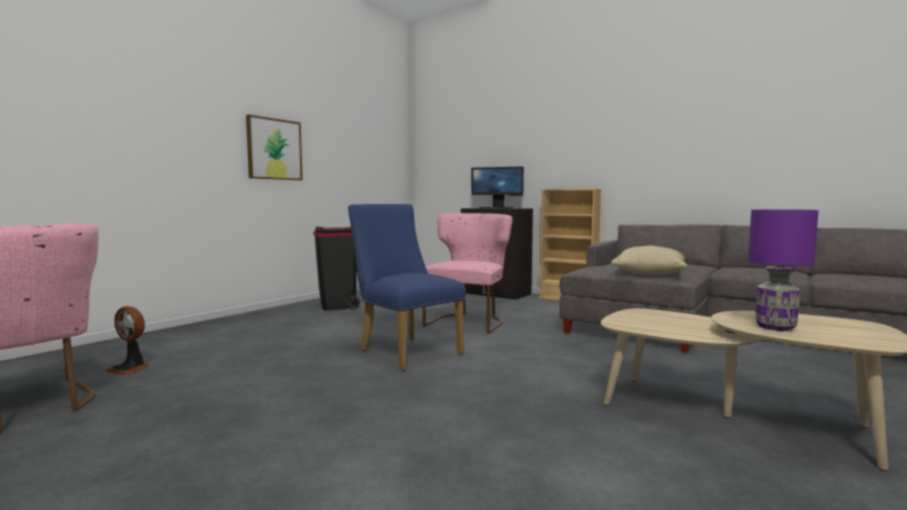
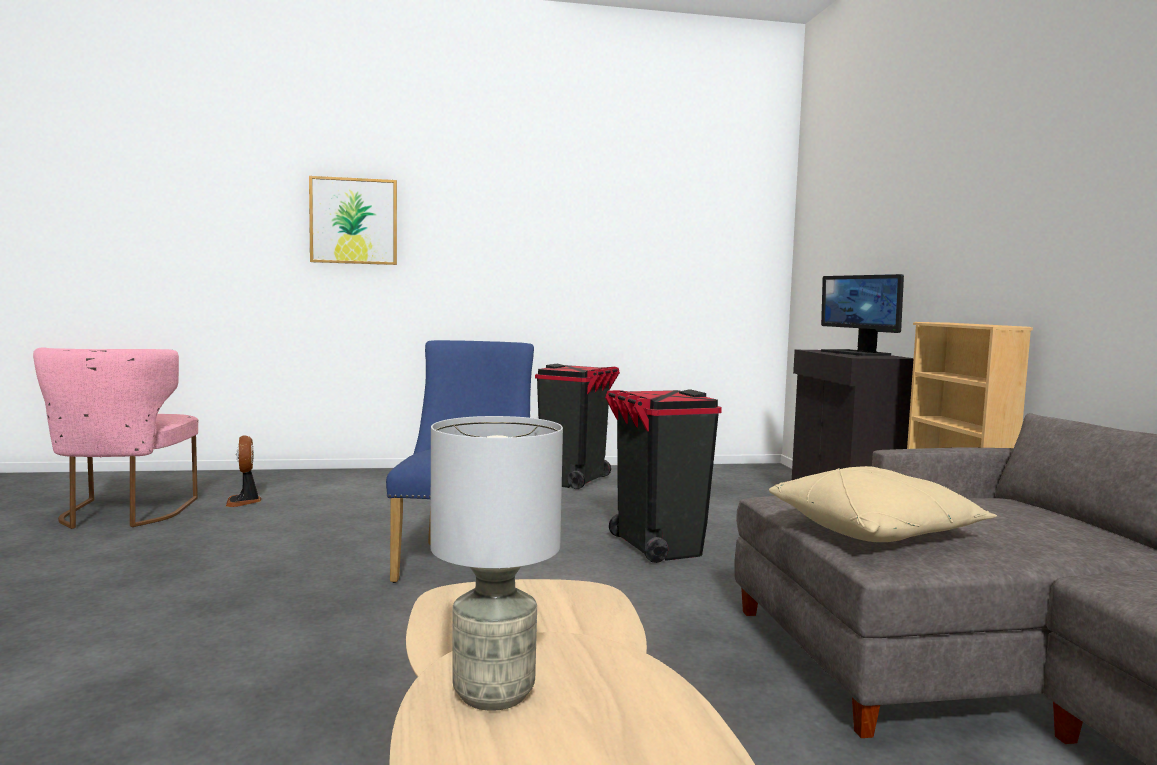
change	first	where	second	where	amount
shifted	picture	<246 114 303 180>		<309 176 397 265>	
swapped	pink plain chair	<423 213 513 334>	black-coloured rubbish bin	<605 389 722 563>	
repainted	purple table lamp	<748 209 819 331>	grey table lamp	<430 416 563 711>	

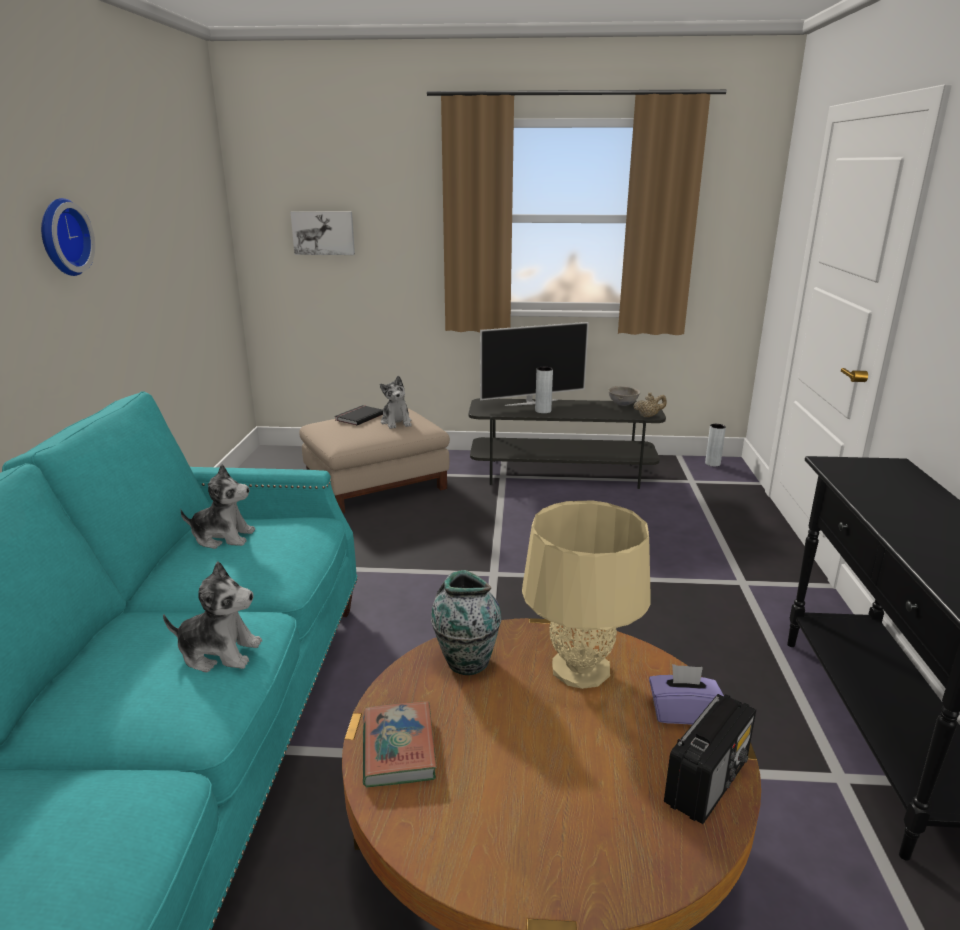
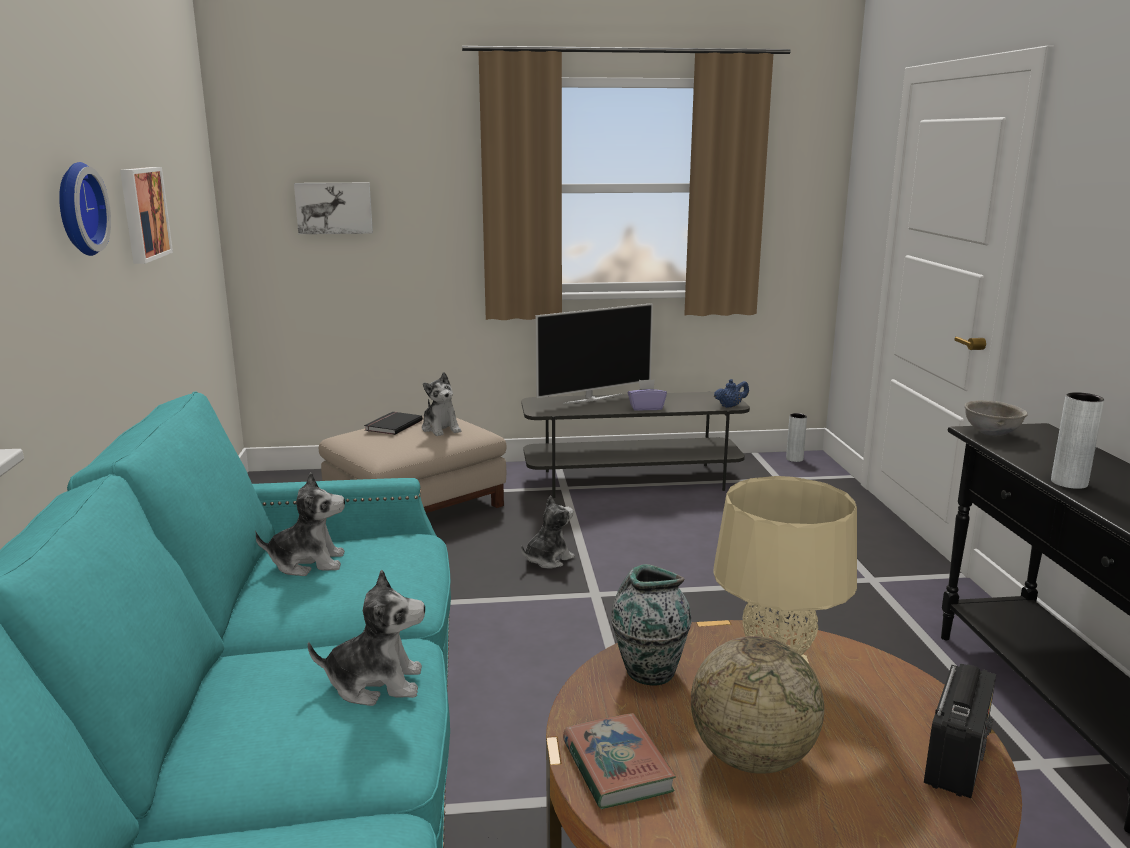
change	first	where	second	where	amount
shifted	grey vase	<535 367 553 414>		<1051 392 1104 489>	
shifted	grey deep dish	<608 386 640 406>		<964 400 1028 436>	
repainted	sand-coloured teapot	<633 392 667 417>	blue-coloured teapot	<714 379 749 408>	
shifted	purple tissue box	<649 664 724 725>		<628 380 667 411>	
new			picture	<120 167 173 264>	
new			cuddly toy	<521 495 575 569>	
new			world globe	<691 636 824 774>	

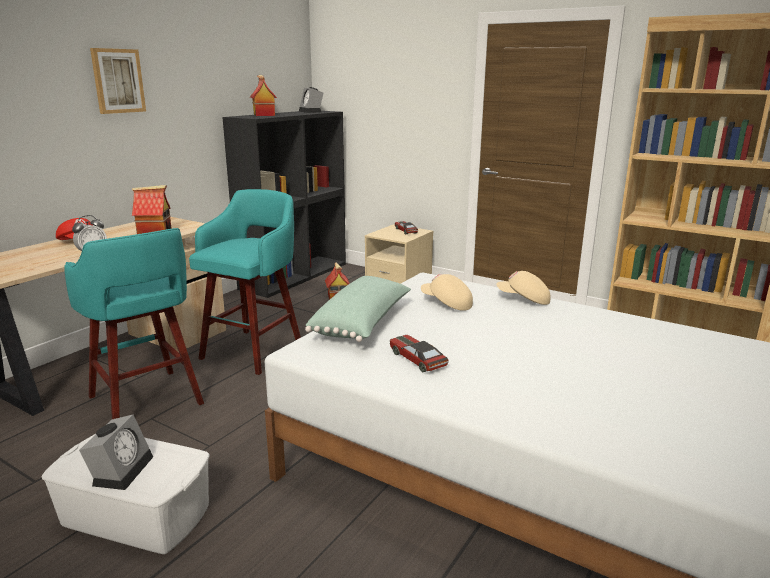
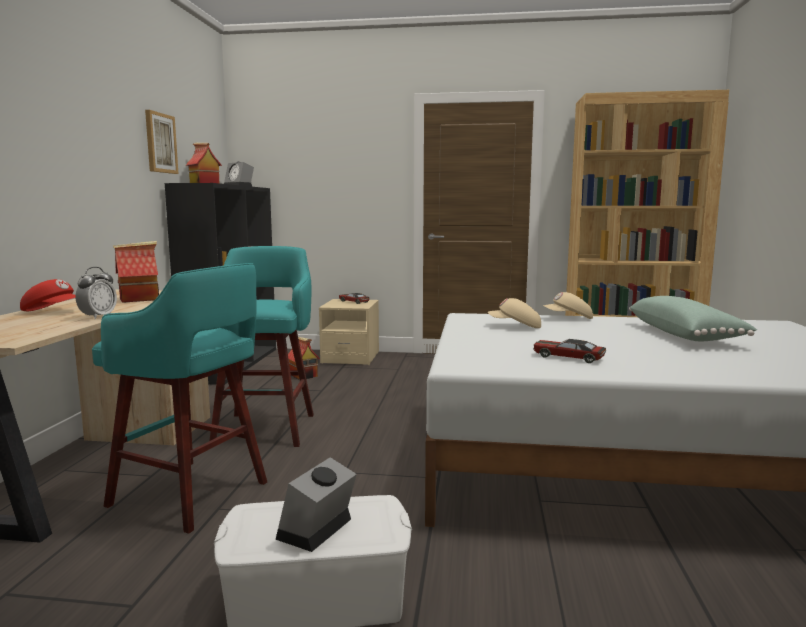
change	first	where	second	where	amount
rotated	table clock	<79 415 153 490>		<276 457 357 552>	135 degrees counterclockwise
shifted	picture	<90 48 146 114>		<145 110 178 174>	
shifted	greenish pillow	<305 276 411 342>		<629 296 757 341>	

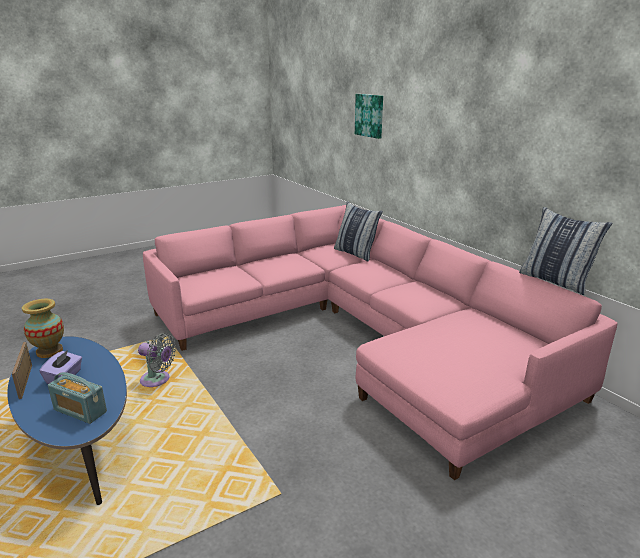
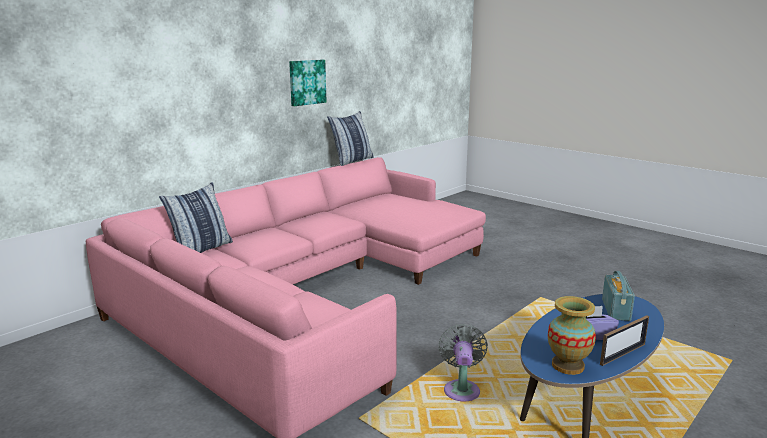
change	first	where	second	where	amount
shifted	picture	<355 94 383 139>		<289 60 327 106>	

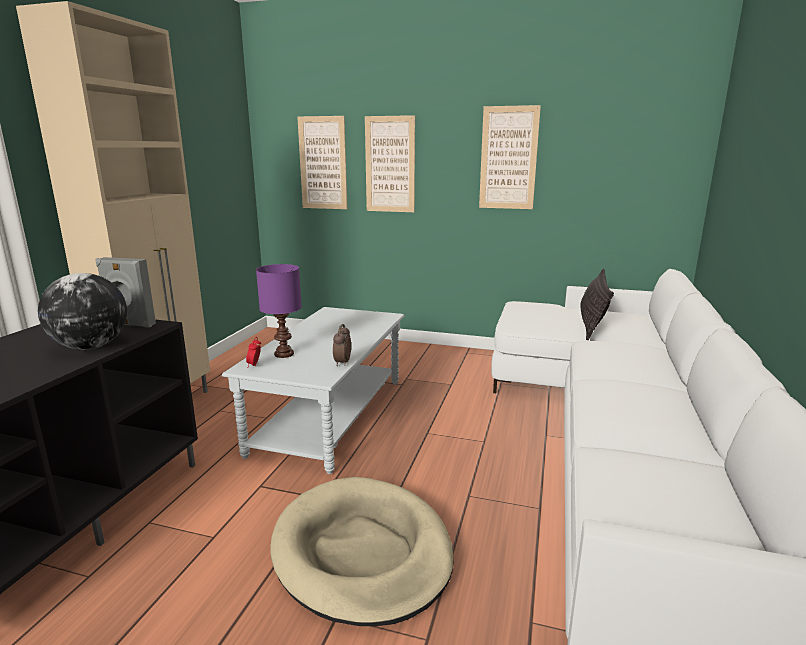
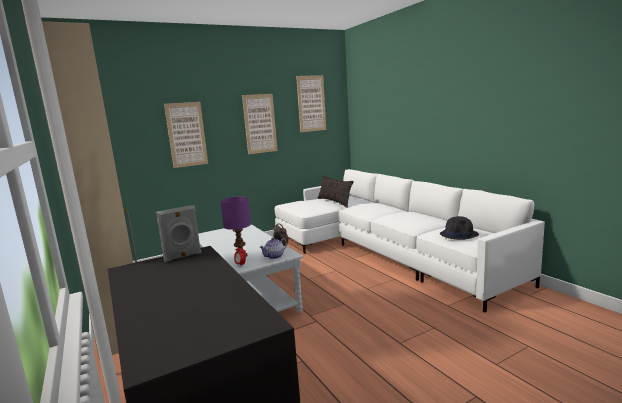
change	first	where	second	where	amount
gone	world globe	<38 273 127 350>			
gone	sand-coloured pet bed	<270 477 454 626>			
shifted	picture	<297 116 348 209>		<296 75 326 132>	
new			teapot	<259 238 287 259>	
new			black-coloured clothing hat	<440 216 479 240>	

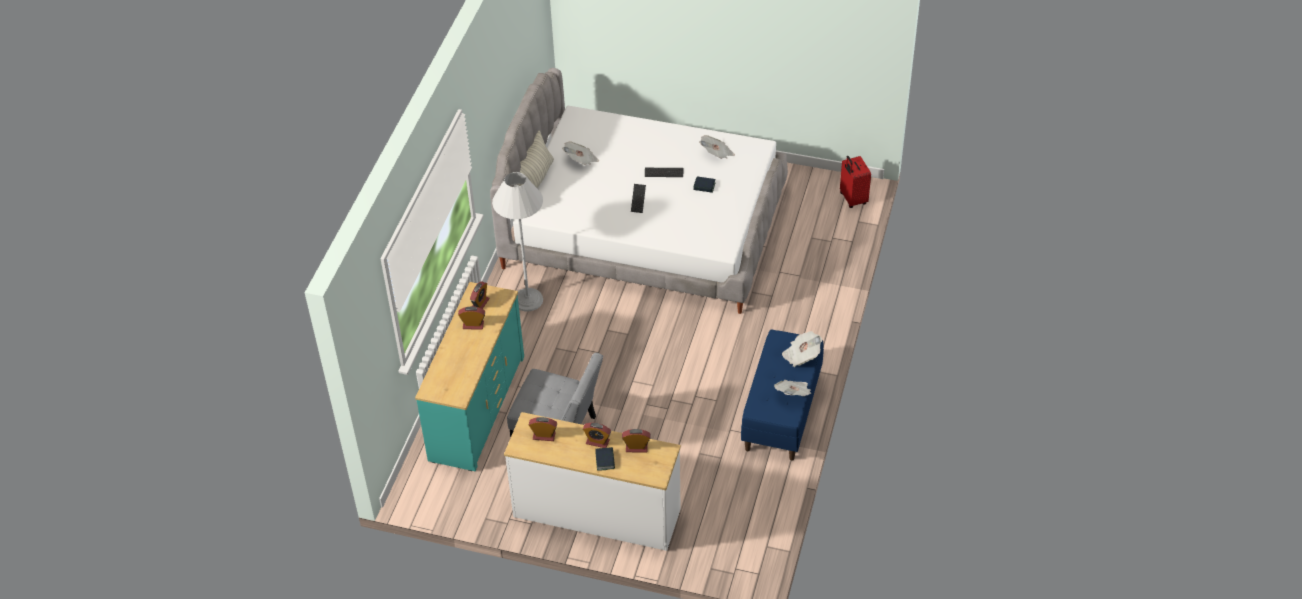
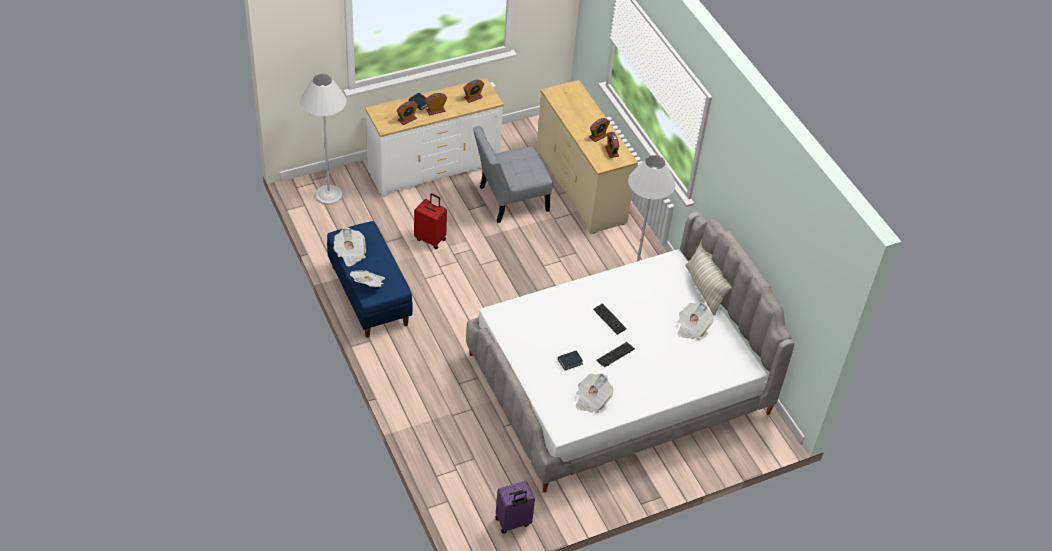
change	first	where	second	where	amount
repainted	turquoise drawer chest	<415 282 524 471>	sand-coloured drawer chest	<536 80 638 234>	
shifted	red-coloured travel case	<840 156 871 208>		<414 193 447 249>	
new			whitish floor lamp	<300 74 346 205>	
new			purple travel case	<495 481 535 534>	

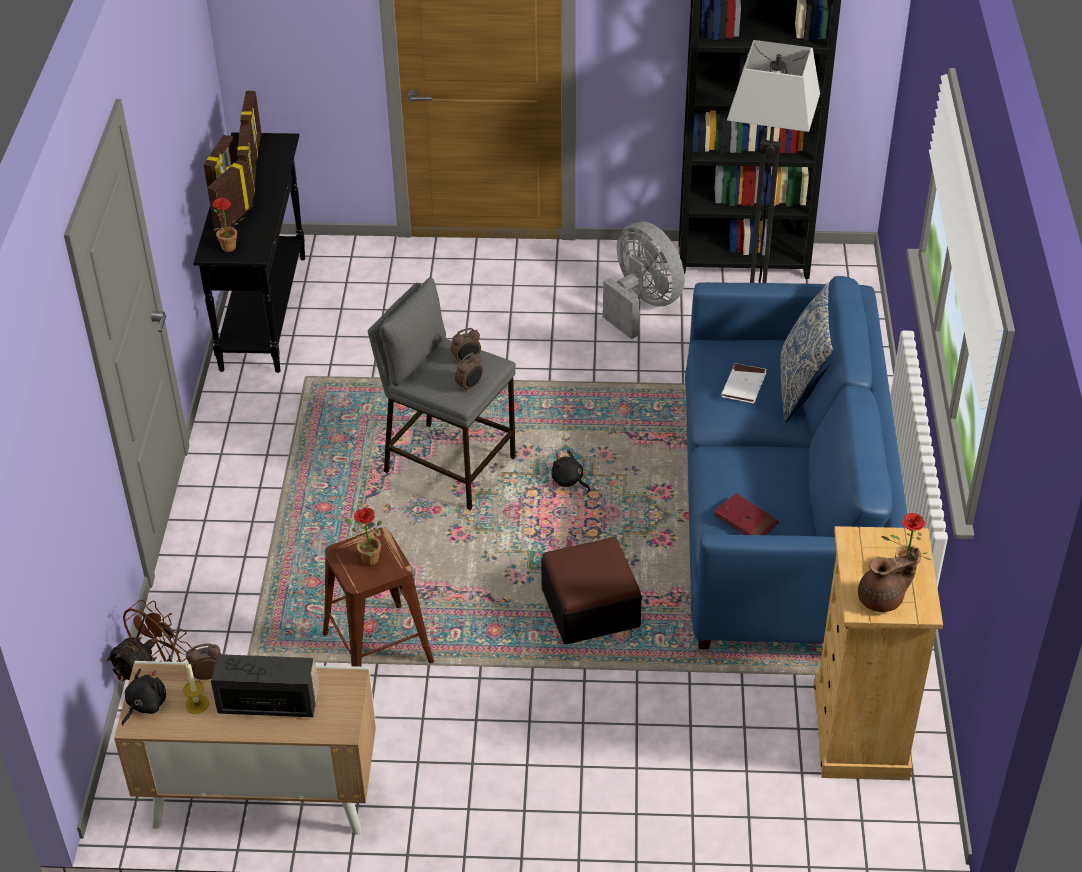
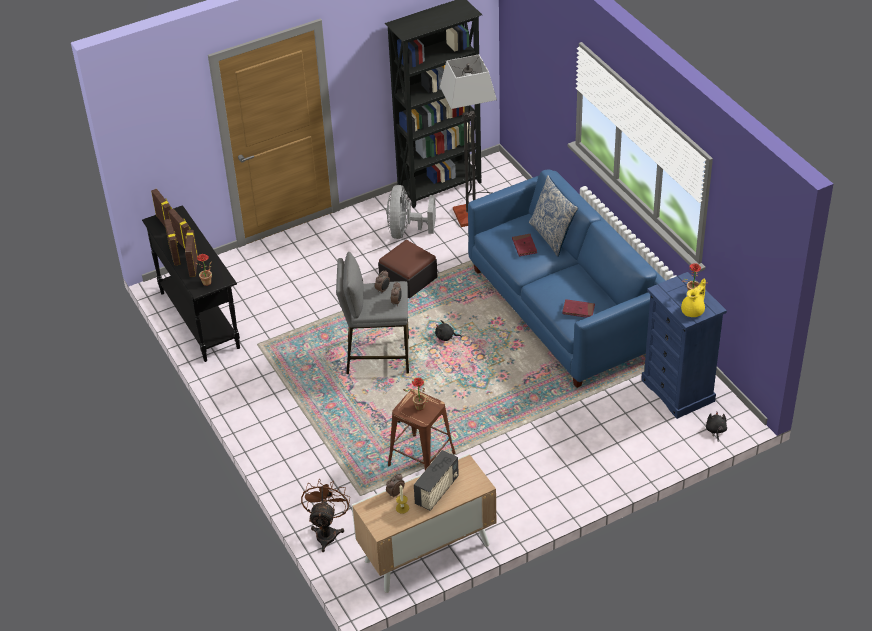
change	first	where	second	where	amount
shifted	black-coloured cuddly toy	<122 668 166 726>		<706 411 727 441>	
rotated	radio receiver	<211 654 319 717>		<414 450 459 511>	150 degrees clockwise
shifted	footrest	<541 537 642 644>		<378 240 437 298>	
rotated	grey electric fan	<603 221 685 339>		<386 185 436 239>	105 degrees counterclockwise
repainted	whitish book	<721 363 767 404>	red-coloured book	<512 234 537 256>	
repainted	sand-coloured drawer chest	<814 526 943 780>	blue-coloured drawer chest	<641 272 727 419>	
repainted	brownish teapot	<858 548 919 612>	yellow-coloured teapot	<681 279 706 317>	

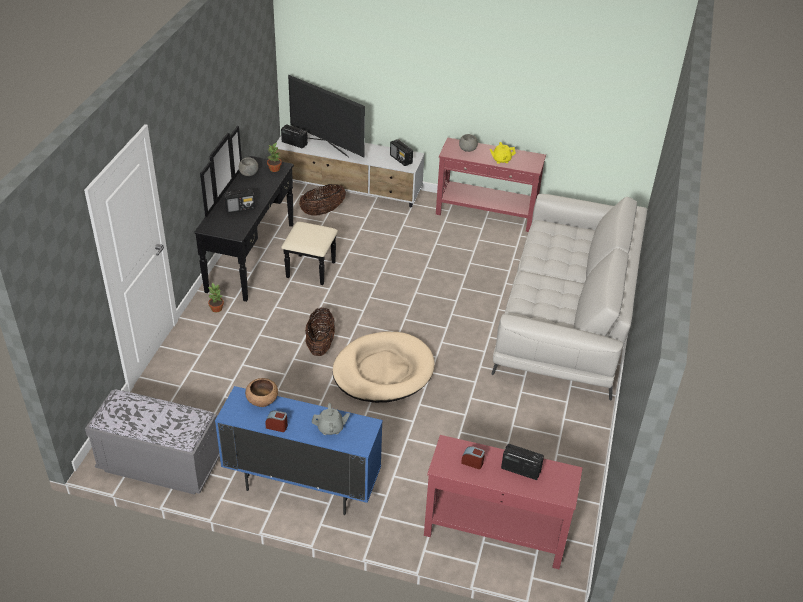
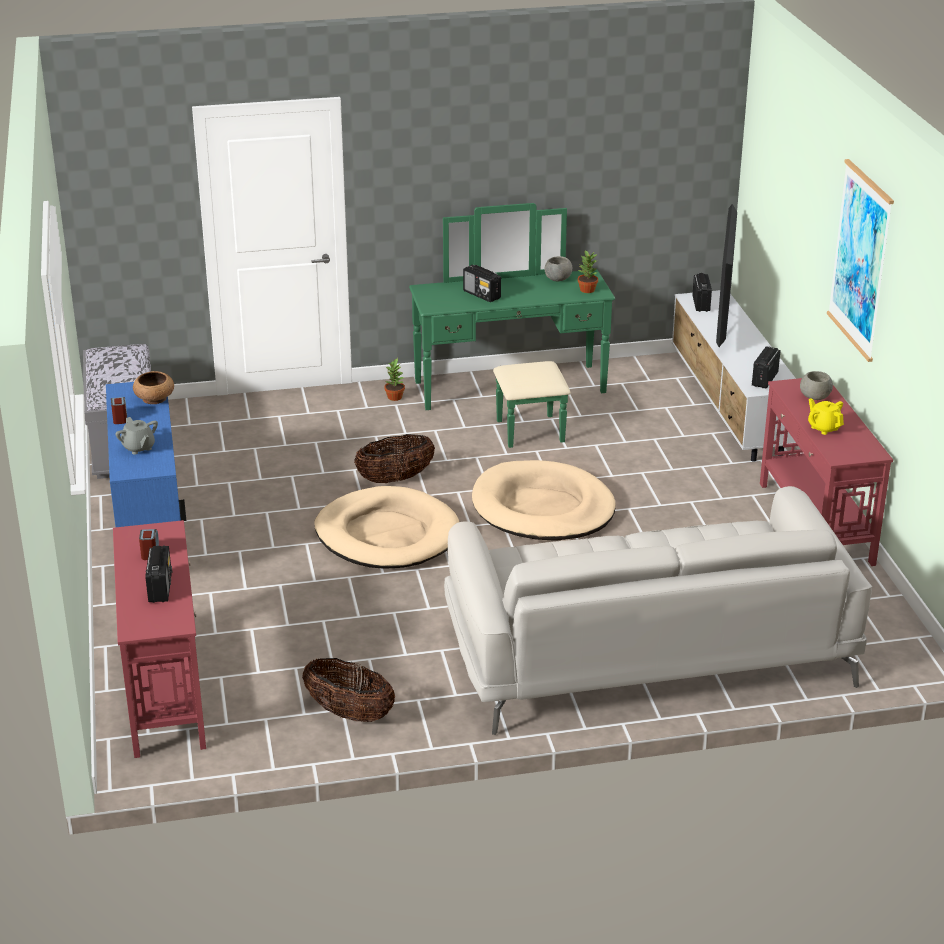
change	first	where	second	where	amount
repainted	black-coloured drawer chest	<194 126 338 302>	greenish drawer chest	<409 203 615 448>	
shifted	household basket	<299 184 346 216>		<302 658 395 722>	
new			sand-coloured pet bed	<472 460 616 541>	
new			picture	<827 159 894 362>	

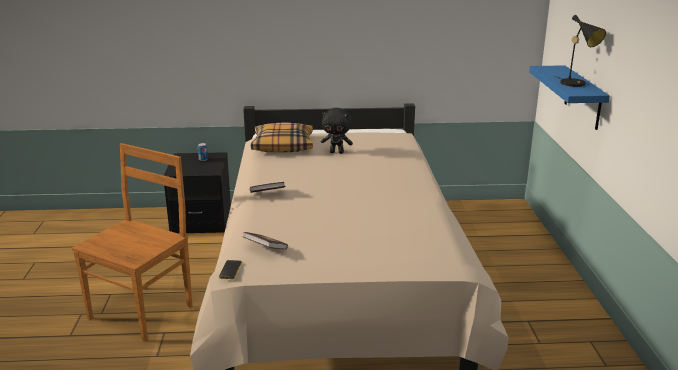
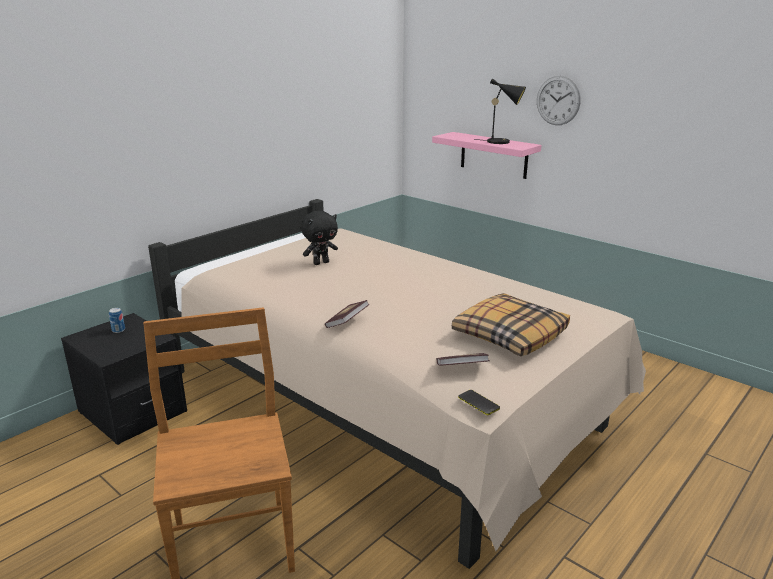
change	first	where	second	where	amount
shifted	pillow	<251 122 313 152>		<452 293 570 356>	
repainted	blue-coloured bracket shelf	<529 65 610 130>	pink bracket shelf	<432 132 541 179>	
new			wall clock	<537 76 581 125>	

